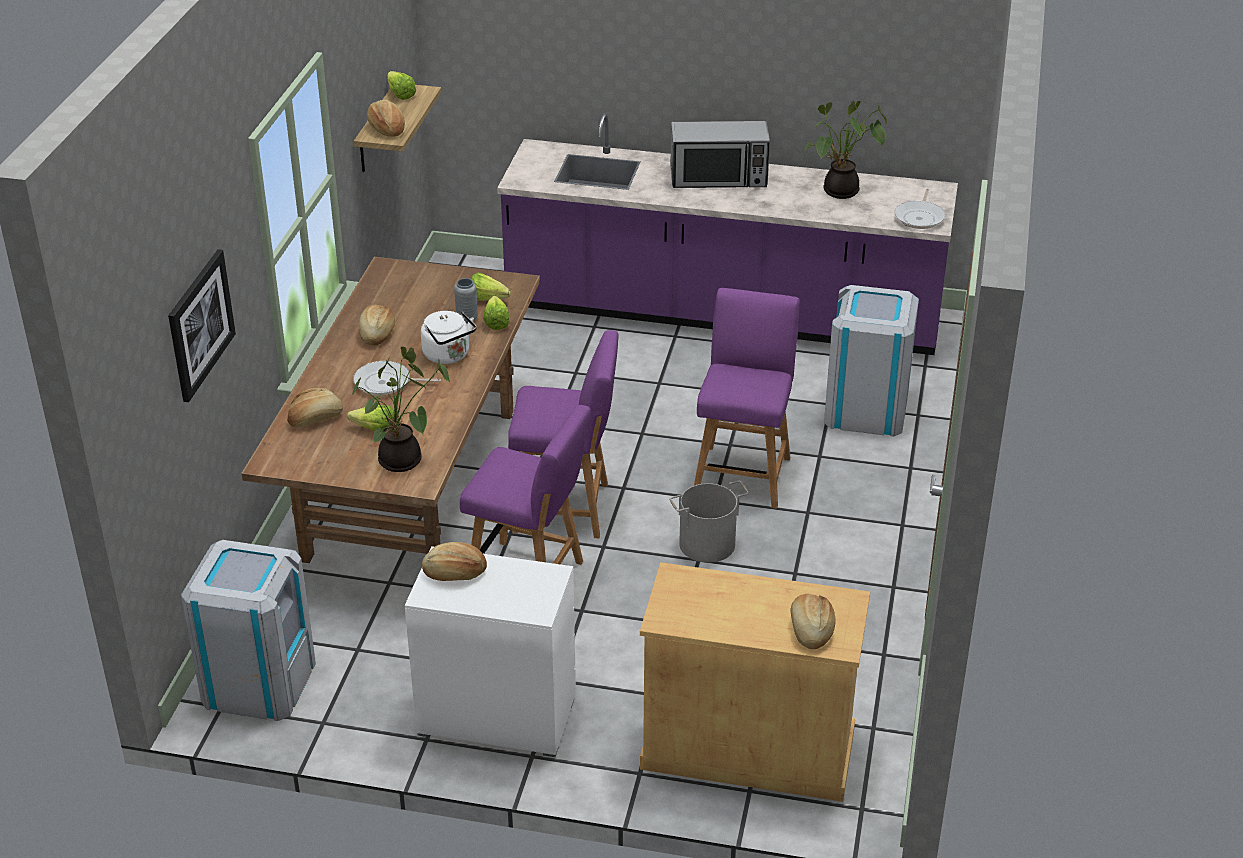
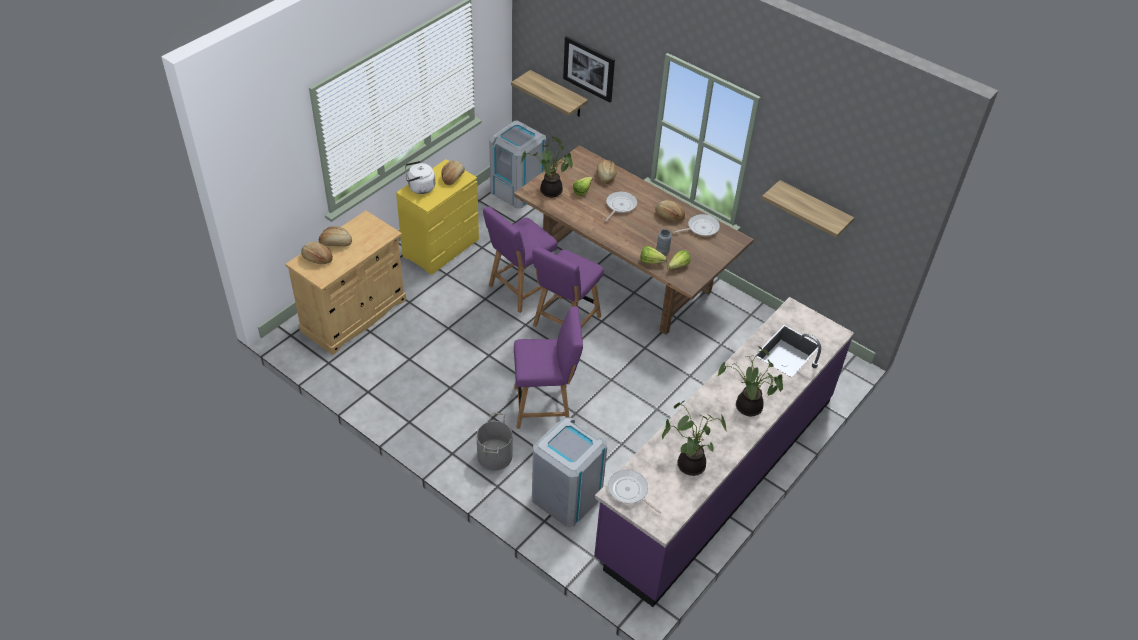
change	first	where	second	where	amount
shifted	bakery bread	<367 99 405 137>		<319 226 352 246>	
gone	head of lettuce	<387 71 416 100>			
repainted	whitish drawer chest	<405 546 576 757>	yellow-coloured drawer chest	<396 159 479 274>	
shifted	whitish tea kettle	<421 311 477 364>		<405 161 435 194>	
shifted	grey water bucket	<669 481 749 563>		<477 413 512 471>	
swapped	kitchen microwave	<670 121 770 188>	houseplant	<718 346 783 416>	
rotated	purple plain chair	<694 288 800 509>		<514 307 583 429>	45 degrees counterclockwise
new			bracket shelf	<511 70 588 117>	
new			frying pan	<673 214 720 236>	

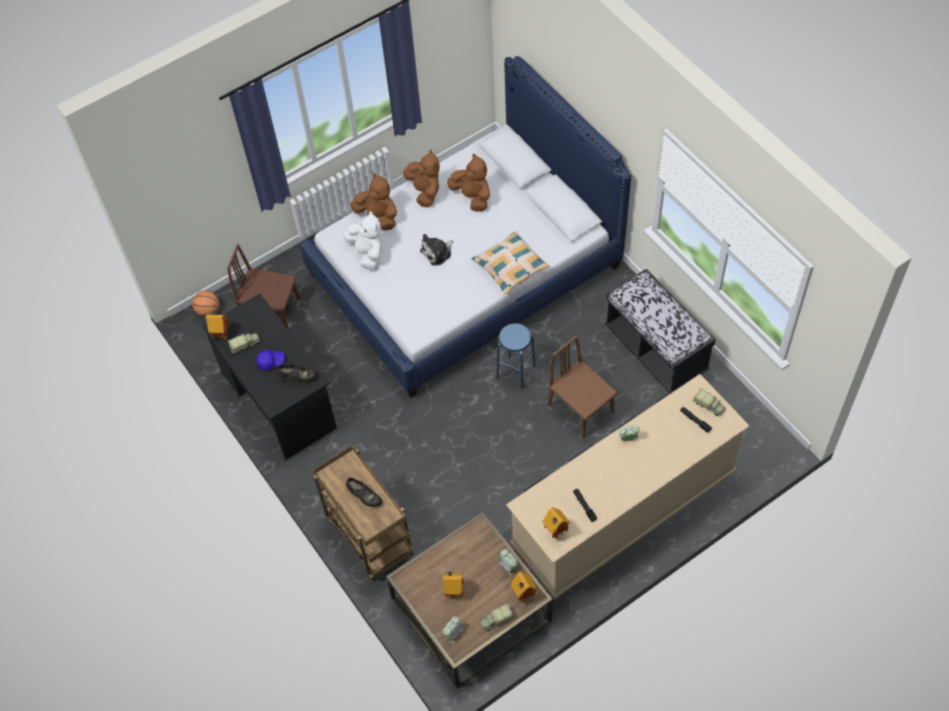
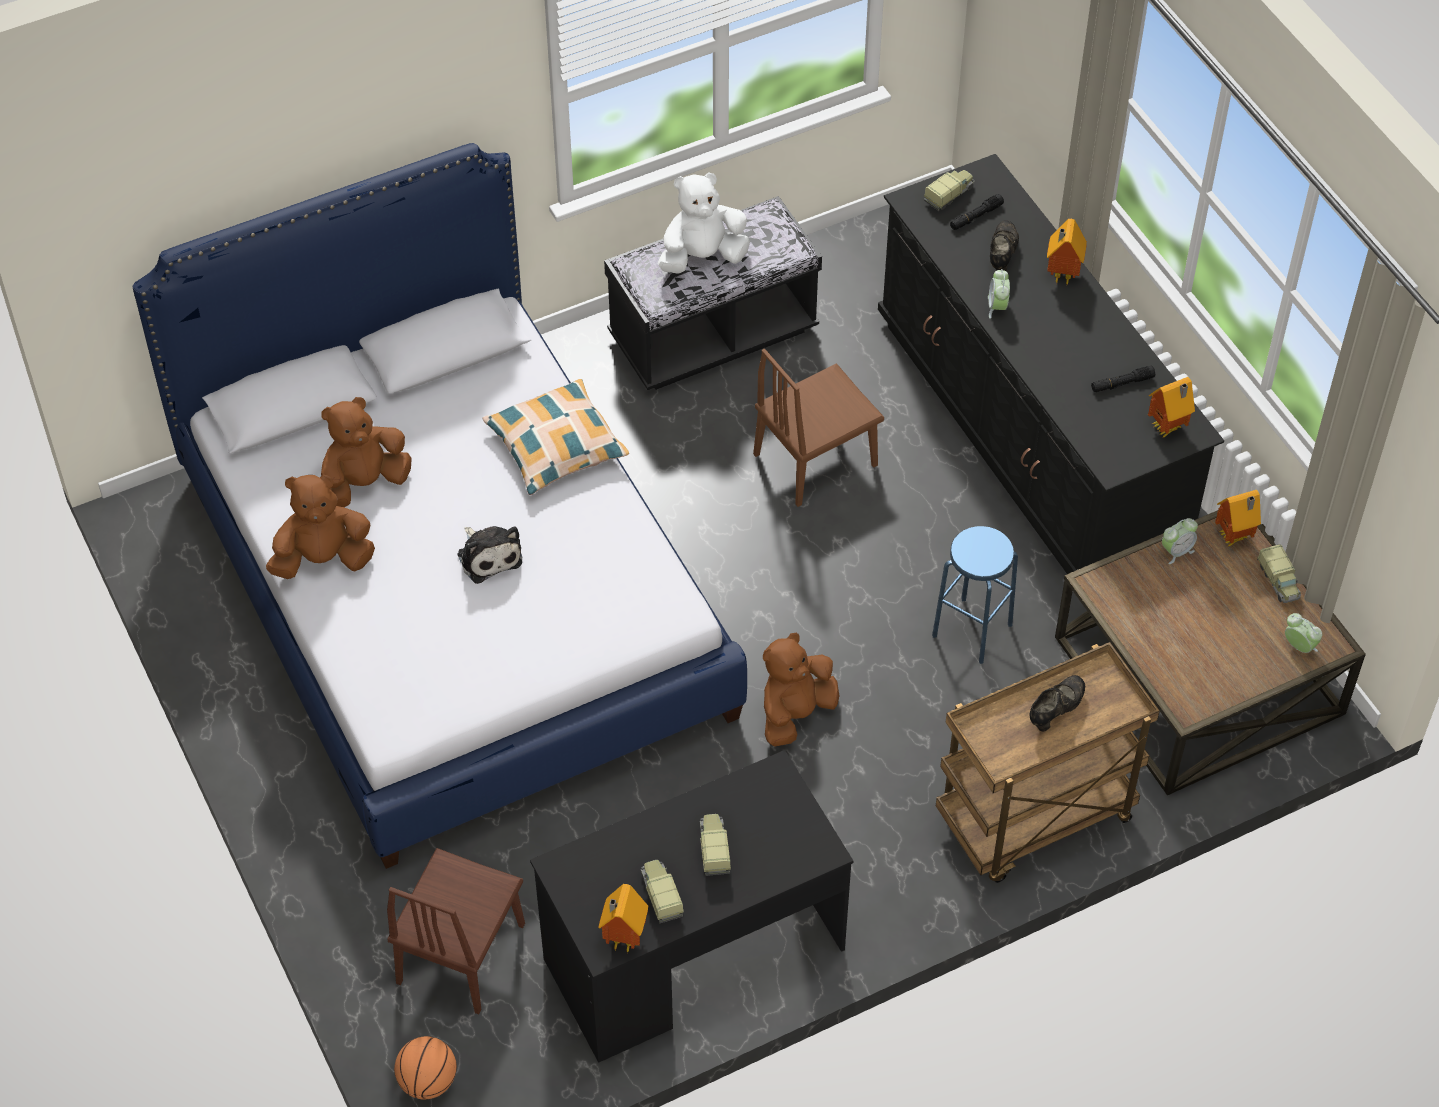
change	first	where	second	where	amount
swapped	blue-coloured peaked cap	<256 350 285 371>	model truck	<700 814 731 876>	
shifted	black-coloured item of footwear	<278 364 318 383>		<990 220 1019 271>	
shifted	whitish cuddly toy	<343 211 381 270>		<658 172 750 274>	
shifted	brownish cuddly toy	<351 173 397 230>		<763 633 839 747>	
shifted	miniature house	<443 572 464 598>		<1047 219 1087 284>	
shifted	blue-coloured sitting stool	<497 323 536 389>		<932 526 1018 664>	
repainted	sand-coloured drawer chest	<506 374 750 600>	black-coloured drawer chest	<878 154 1224 574>	

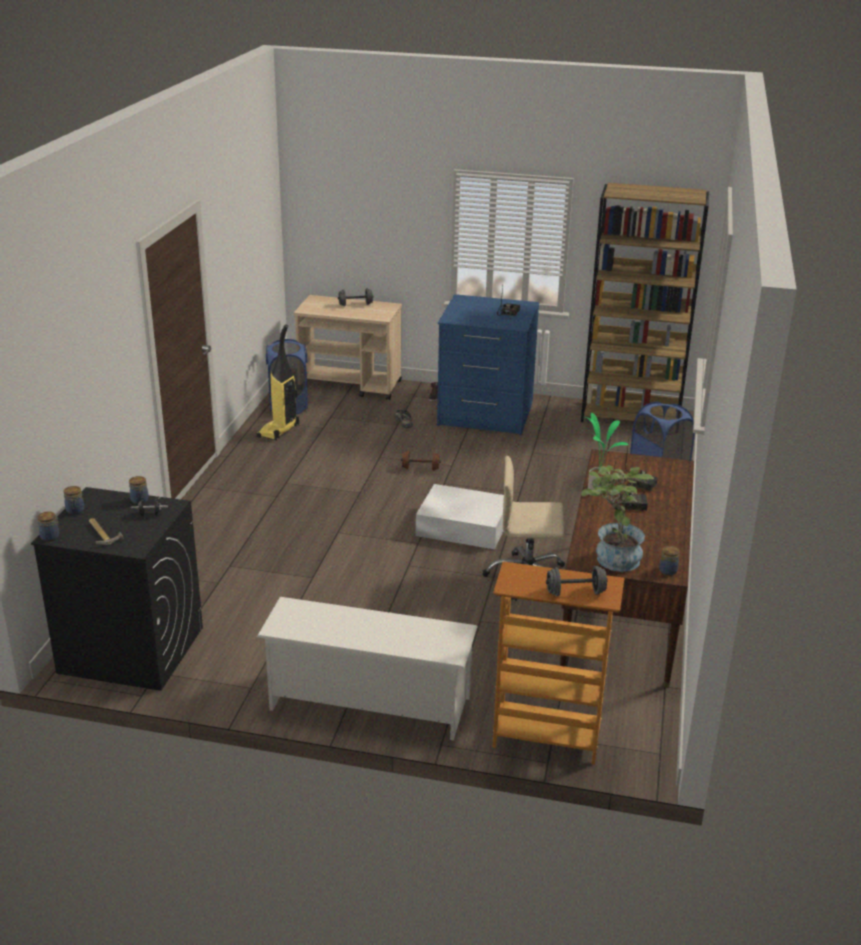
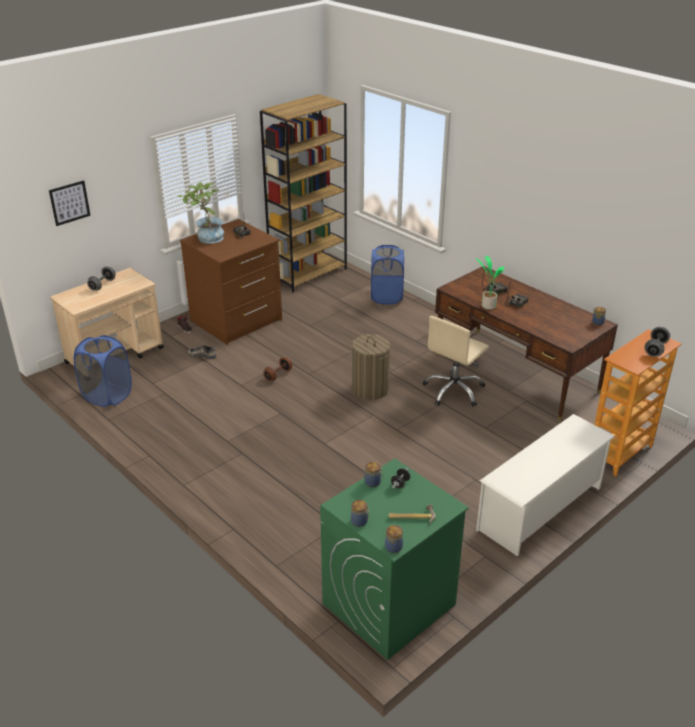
change	first	where	second	where	amount
repainted	black-coloured laundry machine	<31 487 203 691>	greenish laundry machine	<320 458 469 660>	
gone	vacuum	<257 324 299 440>			
swapped	whitish storage container	<416 484 504 549>	laundry basket	<352 334 391 400>	
repainted	blue-coloured drawer chest	<437 294 539 435>	brownish drawer chest	<180 219 282 345>	
shifted	houseplant	<581 465 654 572>		<178 182 224 244>	
new			picture	<49 180 91 226>	

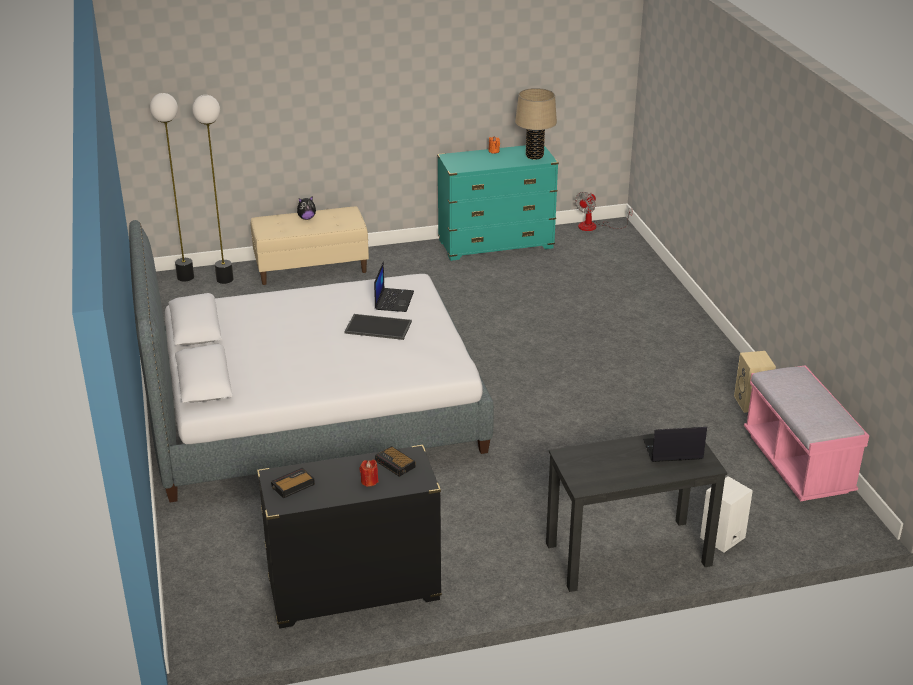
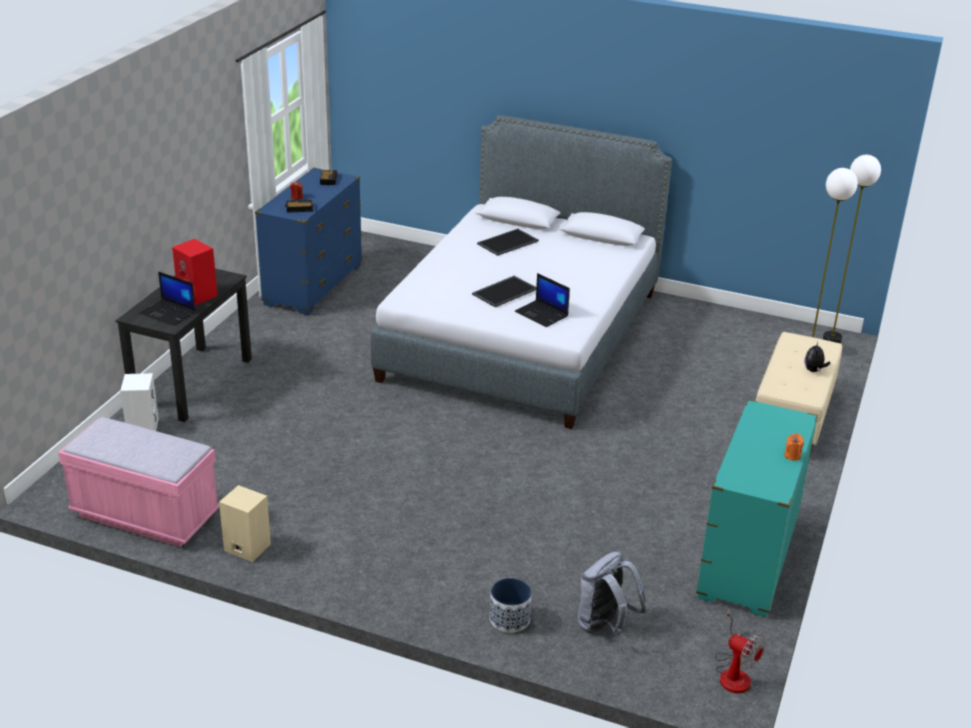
change	first	where	second	where	amount
repainted	black-coloured drawer chest	<257 445 442 629>	blue-coloured drawer chest	<255 168 362 315>	
gone	sand-coloured table lamp	<515 88 557 160>			
rotated	electric fan	<575 192 633 231>		<715 607 766 693>	150 degrees clockwise
rotated	notebook computer	<643 427 707 462>		<139 272 196 326>	90 degrees clockwise
new			red-coloured audio speaker	<172 239 218 305>	
new			serving tray	<477 229 539 256>	
new			planter	<490 578 532 633>	
new			grey backpack	<578 552 647 635>	

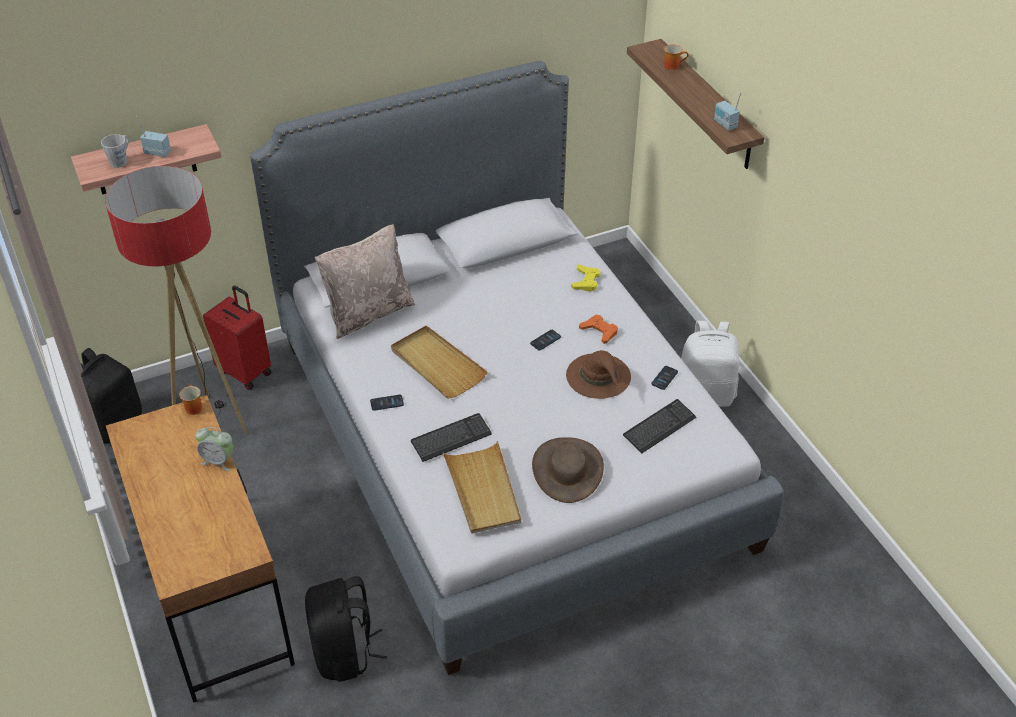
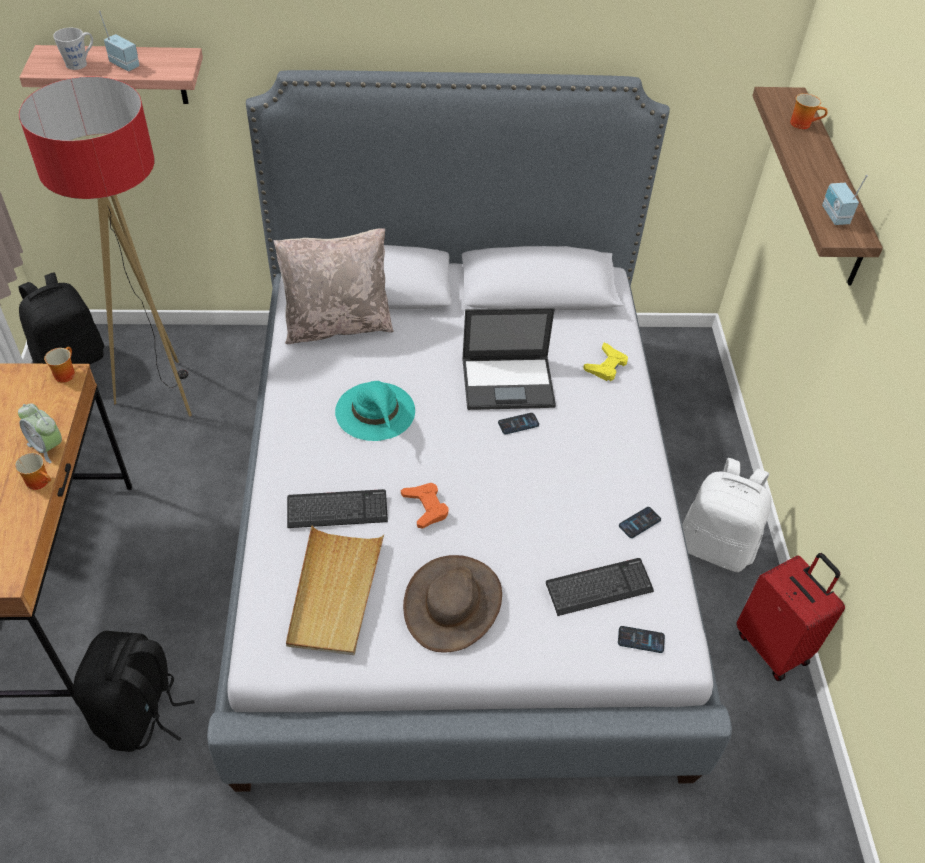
change	first	where	second	where	amount
shifted	red-coloured travel case	<203 286 272 390>		<736 553 845 681>	
shifted	handset	<370 395 404 411>		<618 626 665 653>	
swapped	sand-coloured serving tray	<391 326 487 398>	turquoise clothing hat	<335 381 415 441>	
gone	brownish clothing hat	<566 350 631 399>			
shifted	orangey game controller	<579 315 618 344>		<401 483 449 529>	
new			tea mug	<15 452 51 490>	
new			notebook computer	<462 308 556 410>	

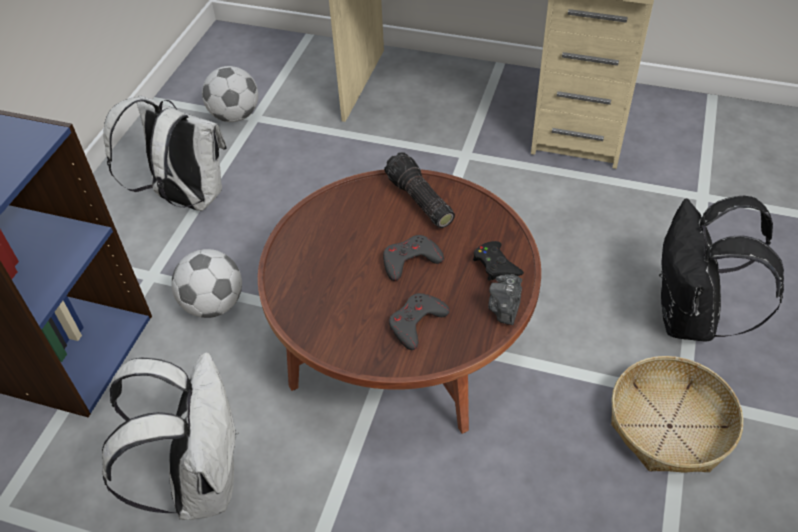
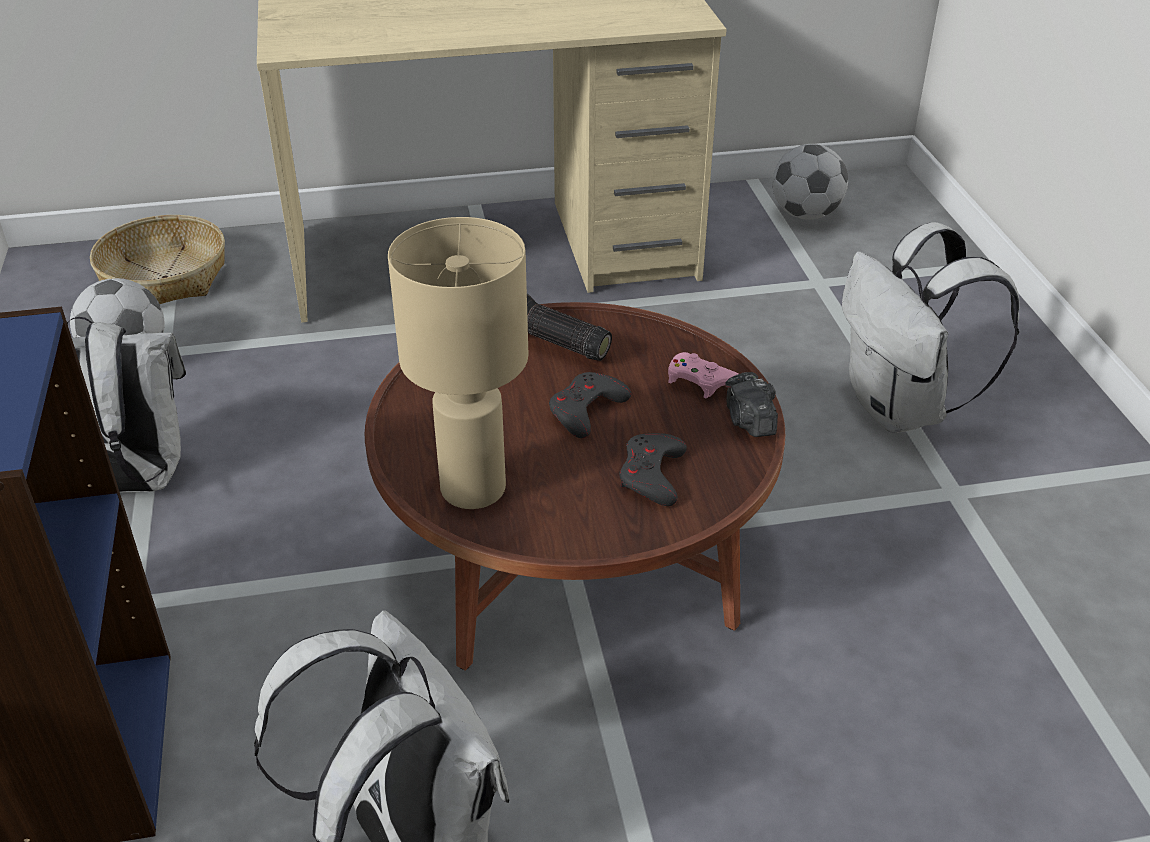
change	first	where	second	where	amount
shifted	football	<171 249 242 318>		<772 144 848 220>	
repainted	black-coloured game controller	<473 241 524 281>	pink game controller	<668 352 738 398>	
shifted	household basket	<611 356 743 473>		<90 215 225 304>	
repainted	black-coloured backpack	<659 195 784 341>	whitish backpack	<842 222 1020 433>	
new			sand-coloured table lamp	<388 217 528 509>	

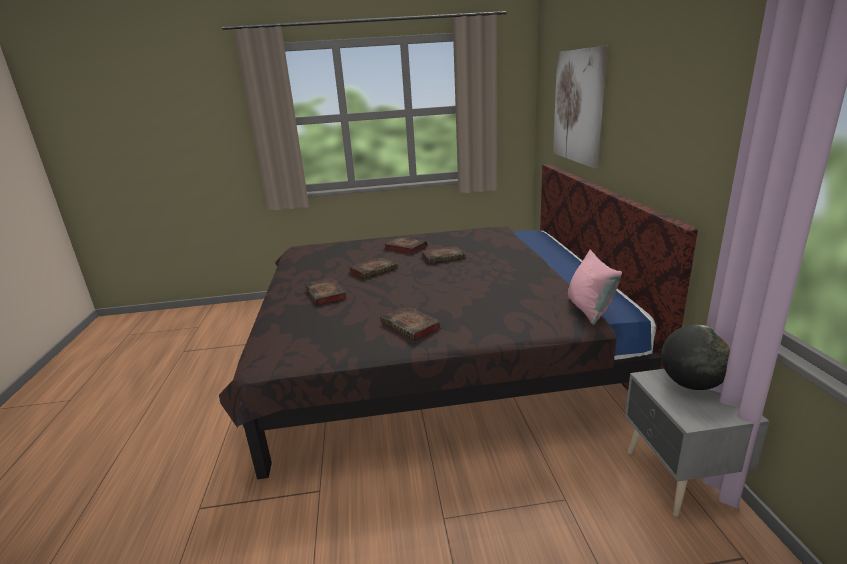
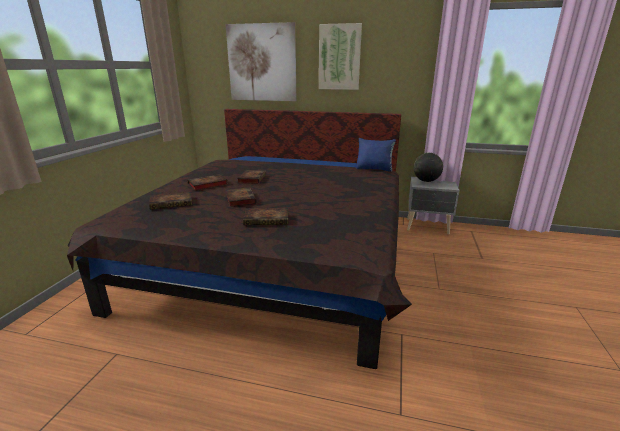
change	first	where	second	where	amount
shifted	book	<380 305 441 341>		<149 192 192 209>	
repainted	pink pillow	<568 250 622 325>	blue-coloured pillow	<356 138 396 172>	
new			picture	<319 23 362 90>	

